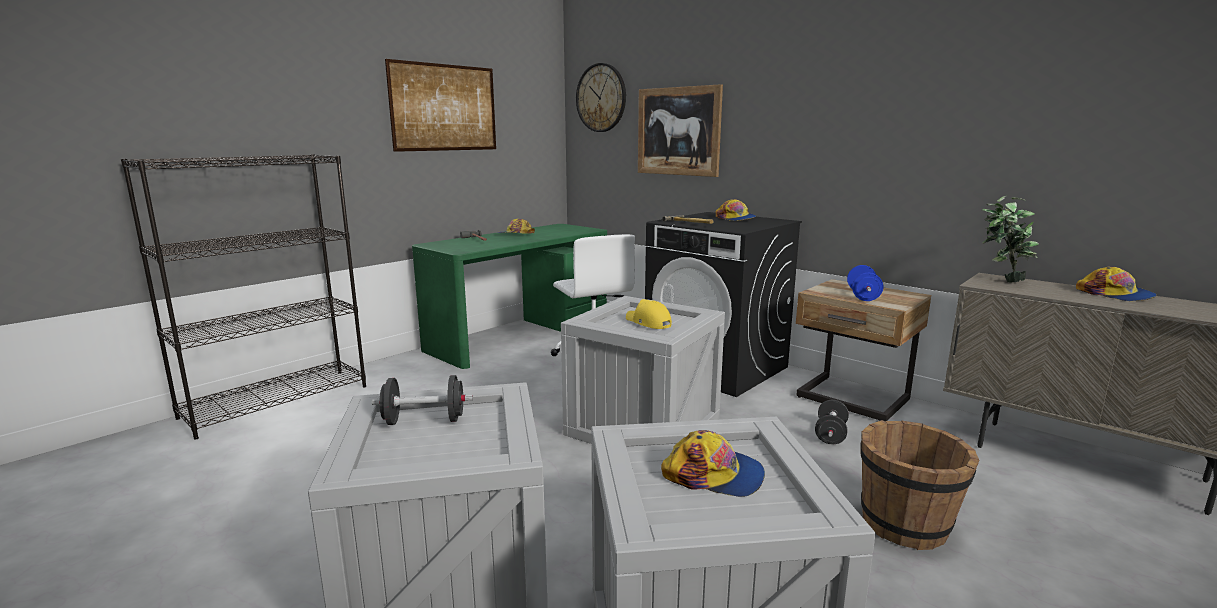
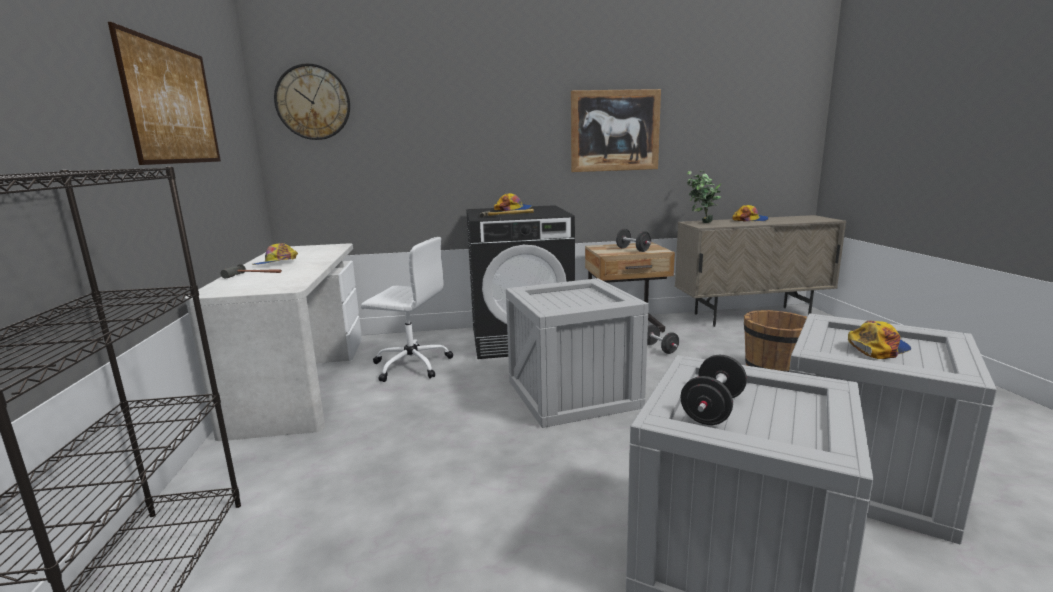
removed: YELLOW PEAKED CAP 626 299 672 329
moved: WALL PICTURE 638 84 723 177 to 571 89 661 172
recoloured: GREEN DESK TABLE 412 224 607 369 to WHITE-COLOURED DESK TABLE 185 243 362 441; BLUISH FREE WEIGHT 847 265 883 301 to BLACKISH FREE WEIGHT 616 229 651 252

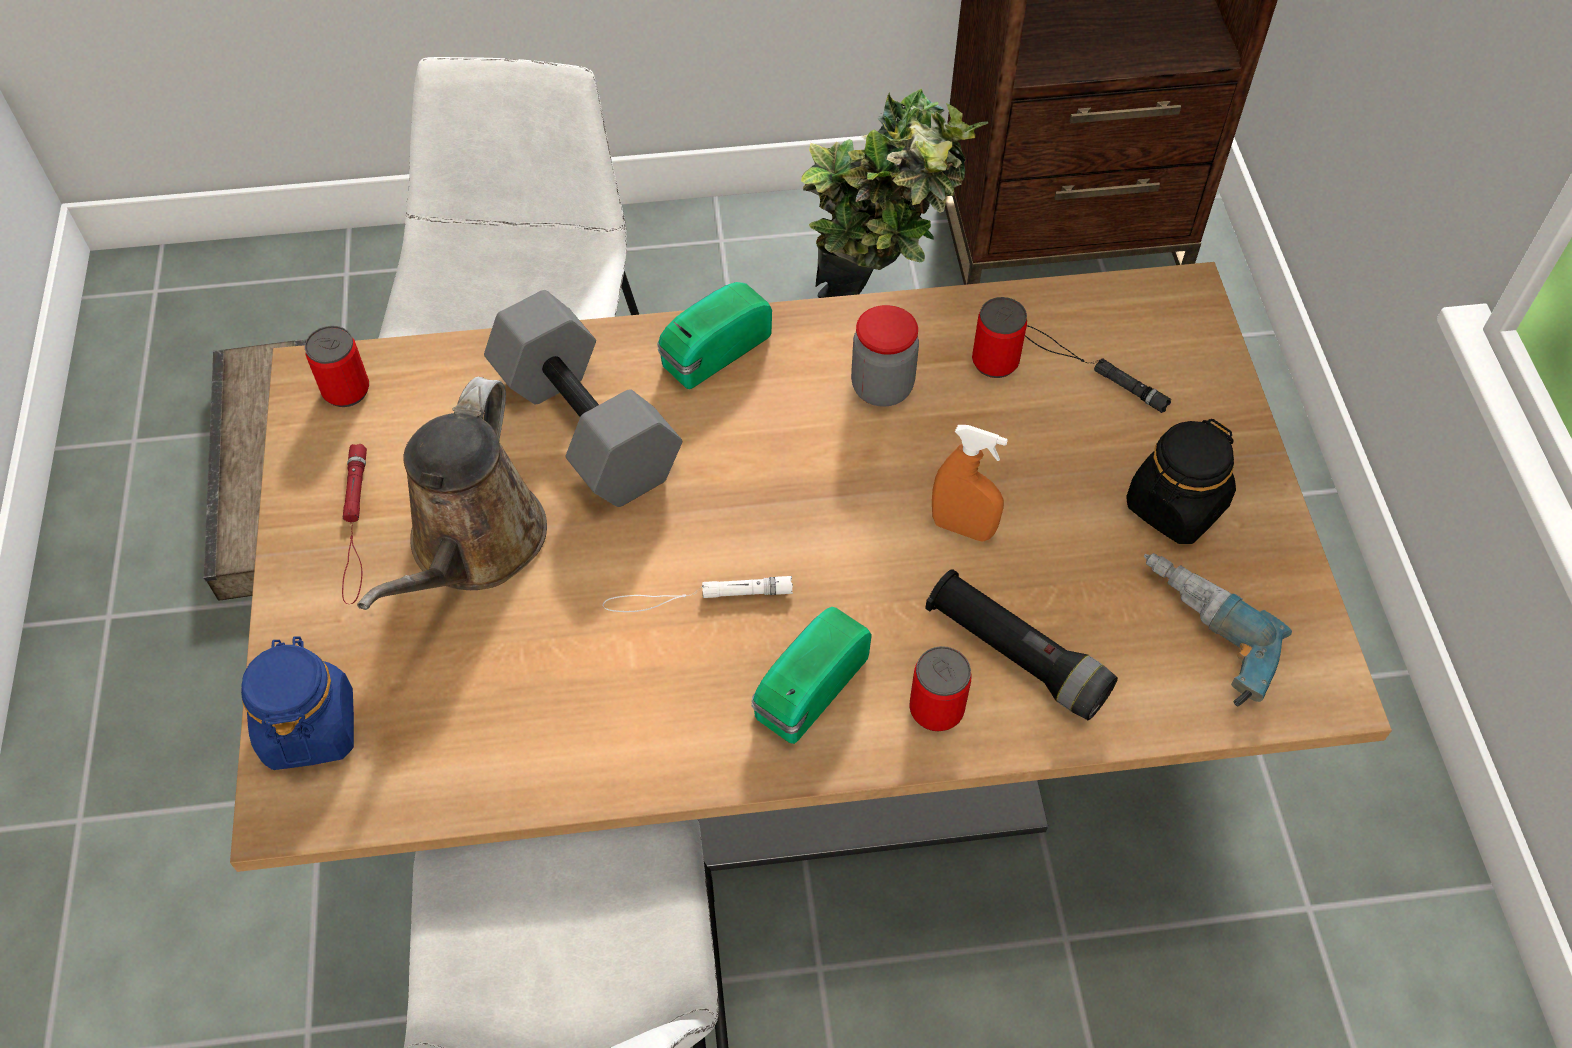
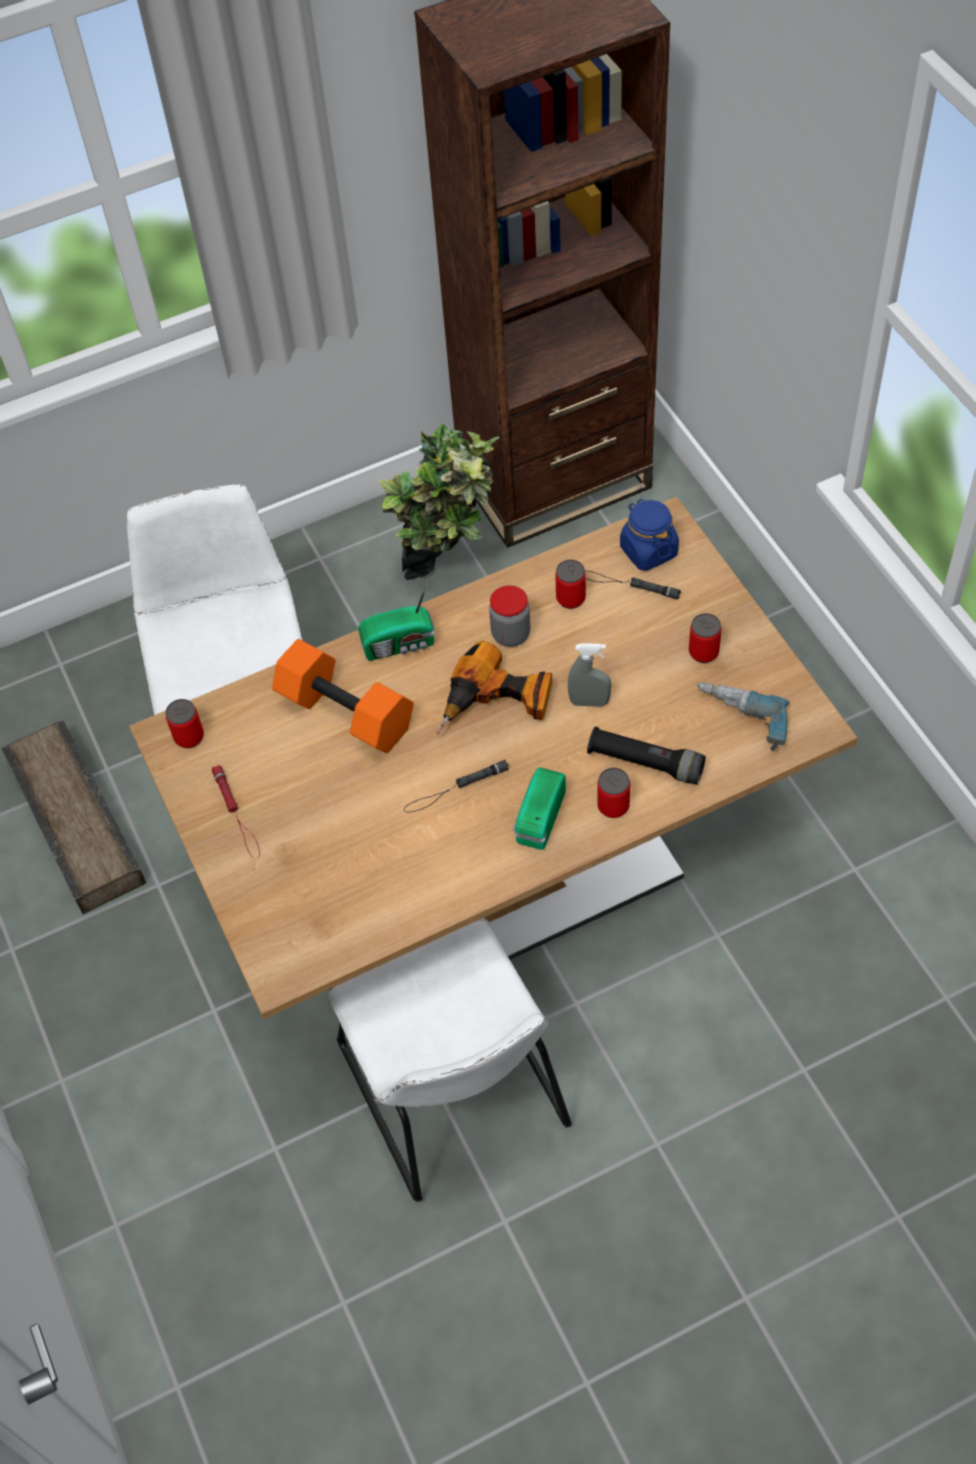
removed: BROWN-COLOURED SPRINKLING CAN 357 377 547 610
added: ELECTRIC DRILL 436 641 552 734
moved: BLUISH STORAGE JAR 241 637 354 770 to 620 499 679 571
replaced: BLACKISH STORAGE JAR 1126 419 1236 544 to METAL CAN 689 613 721 663
recoloured: GREYISH FREE WEIGHT 484 290 682 507 to ORANGE FREE WEIGHT 272 639 414 753; WHITE-COLOURED TORCH 603 576 793 612 to BLACKISH TORCH 404 760 509 813; ORANGE HAND SPRAYER 932 425 1008 542 to GREYISH HAND SPRAYER 568 643 611 707
turned: RADIO SET 657 282 772 389 = 358 579 435 661 135 degrees counterclockwise

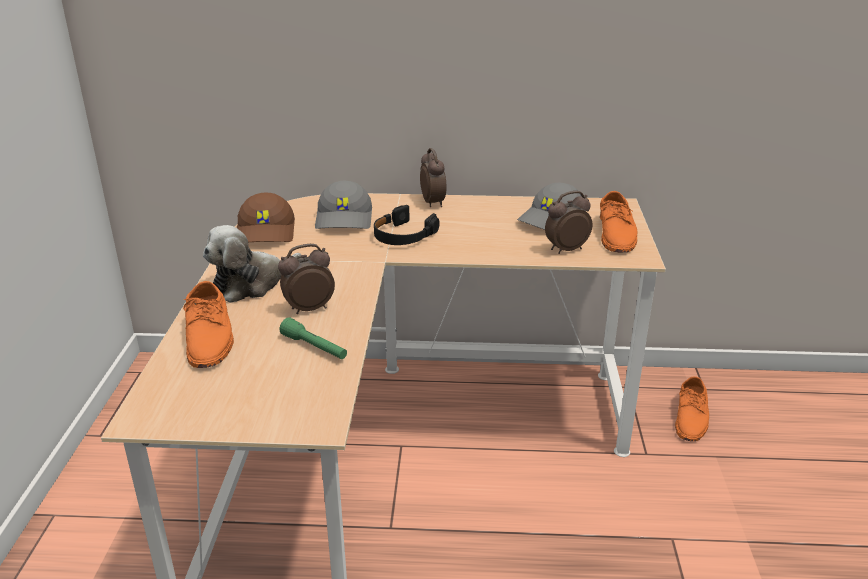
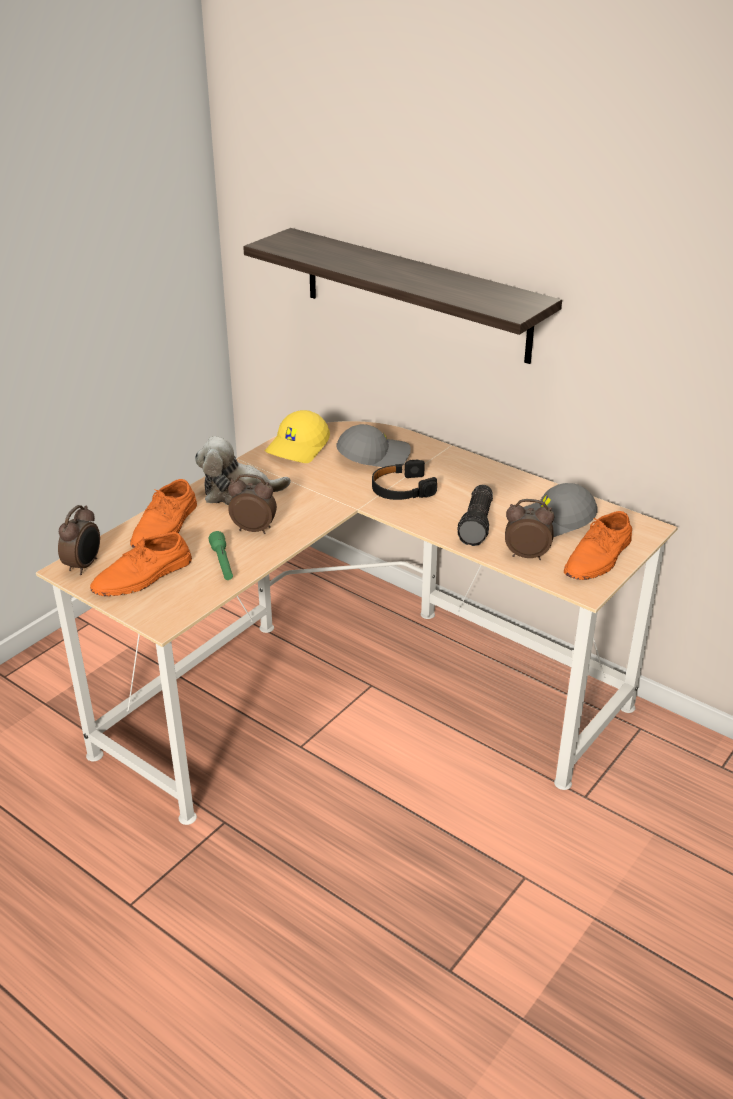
added: WALL SHELF 243 228 562 364; TORCH 457 485 493 546
moved: ALARM CLOCK 420 148 447 207 to 58 505 100 575; ORANGE ITEM OF FOOTWEAR 675 376 709 441 to 90 532 192 596
recoloured: BROWN-COLOURED PEAKED CAP 237 193 295 242 to YELLOW PEAKED CAP 265 410 330 463
turned: GREYISH PEAKED CAP 315 181 372 229 = 336 424 411 467 135 degrees counterclockwise

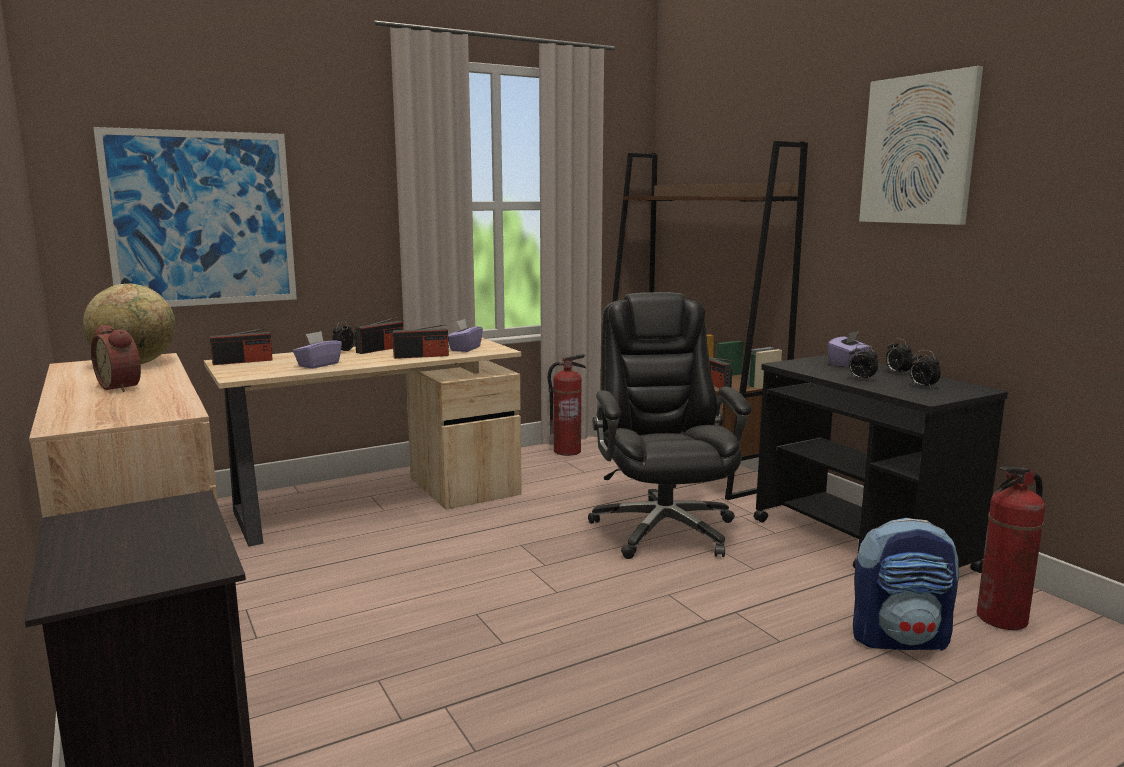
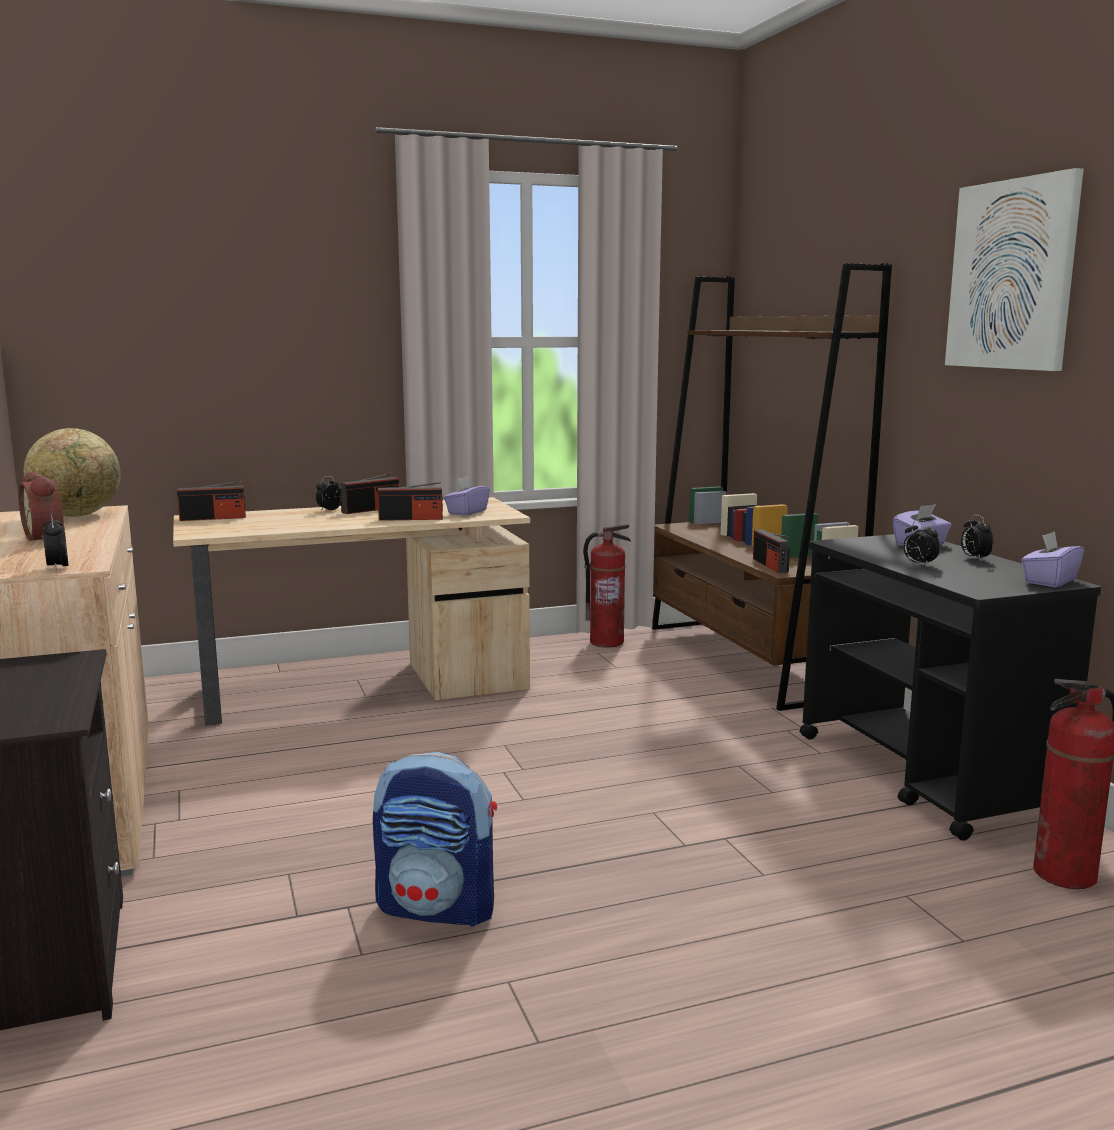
removed: WALL PICTURE 93 127 297 307; BLACKISH DESK CHAIR 588 292 752 559
moved: PURPLE-COLOURED BOX OF TISSUES 293 331 342 369 to 1021 531 1084 587; KNAPSACK 853 518 959 651 to 373 752 497 927; ALARM CLOCK 909 350 941 389 to 43 513 69 570

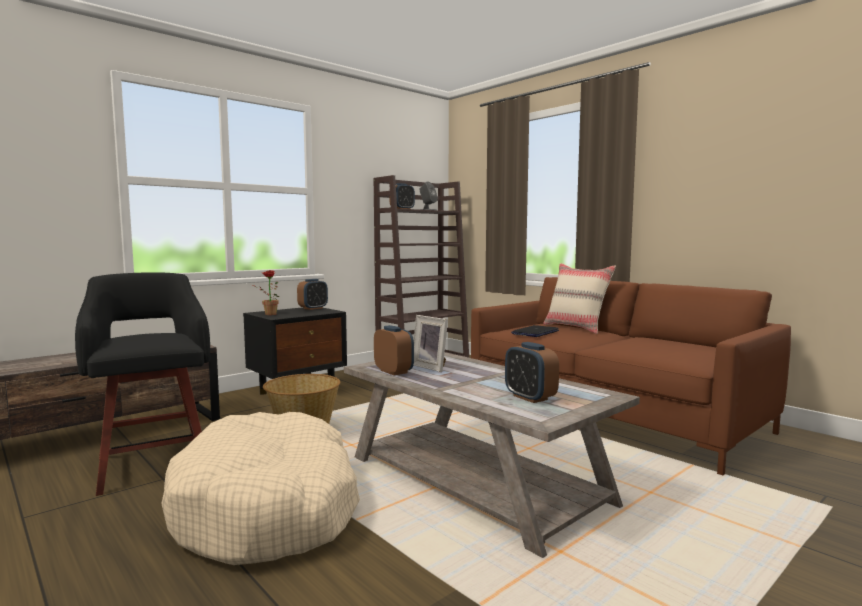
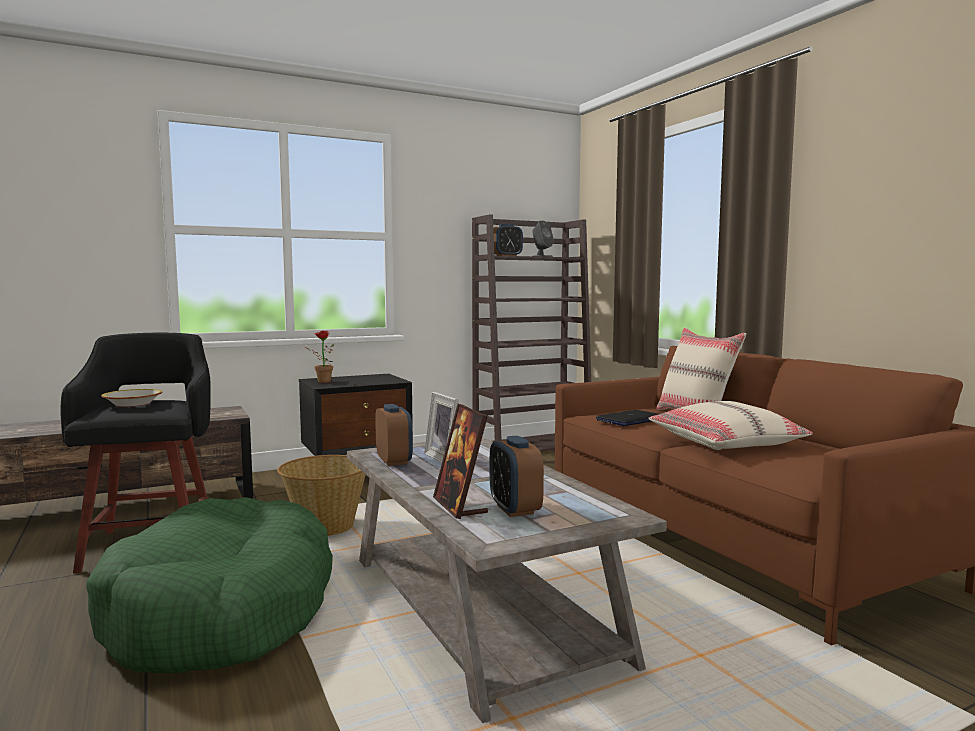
removed: ALARM CLOCK 297 279 328 310
added: BOWL 101 389 162 407; STANDING FRAME 433 404 488 519; BEIGE-COLOURED CUSHION 648 401 813 450
recoloured: BEIGE-COLOURED PET BED 161 412 360 565 to GREEN PET BED 86 497 333 673

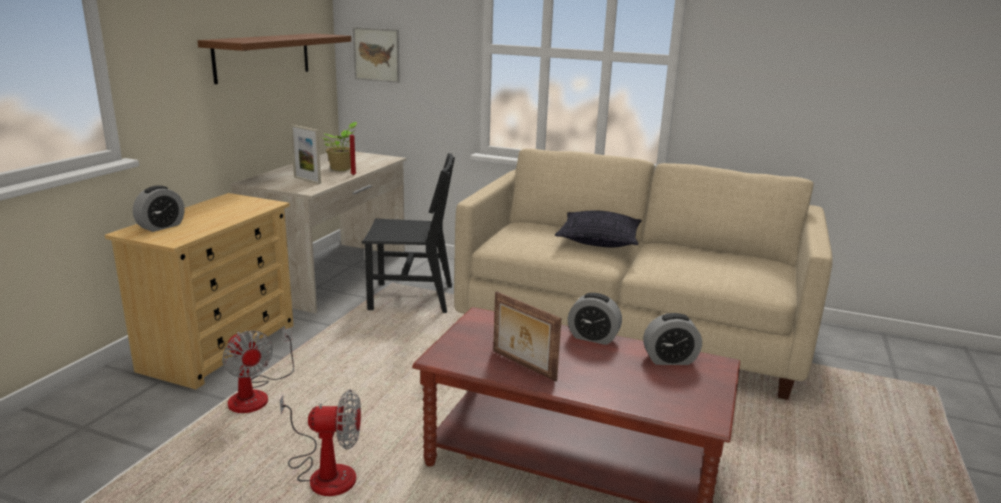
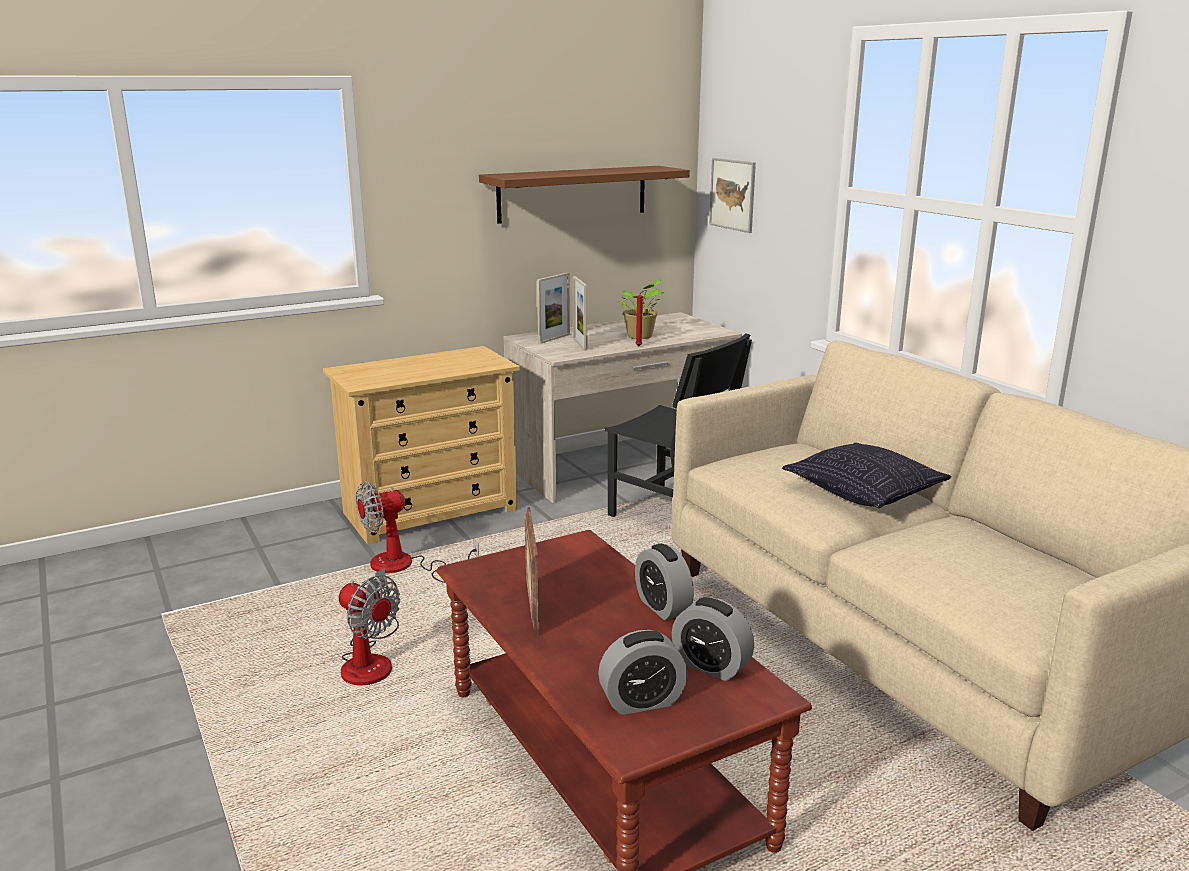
added: STANDING FRAME 537 273 570 344
moved: ALARM CLOCK 133 185 185 232 to 598 630 688 715
turned: FAN 222 328 294 413 = 356 481 479 583 60 degrees clockwise

